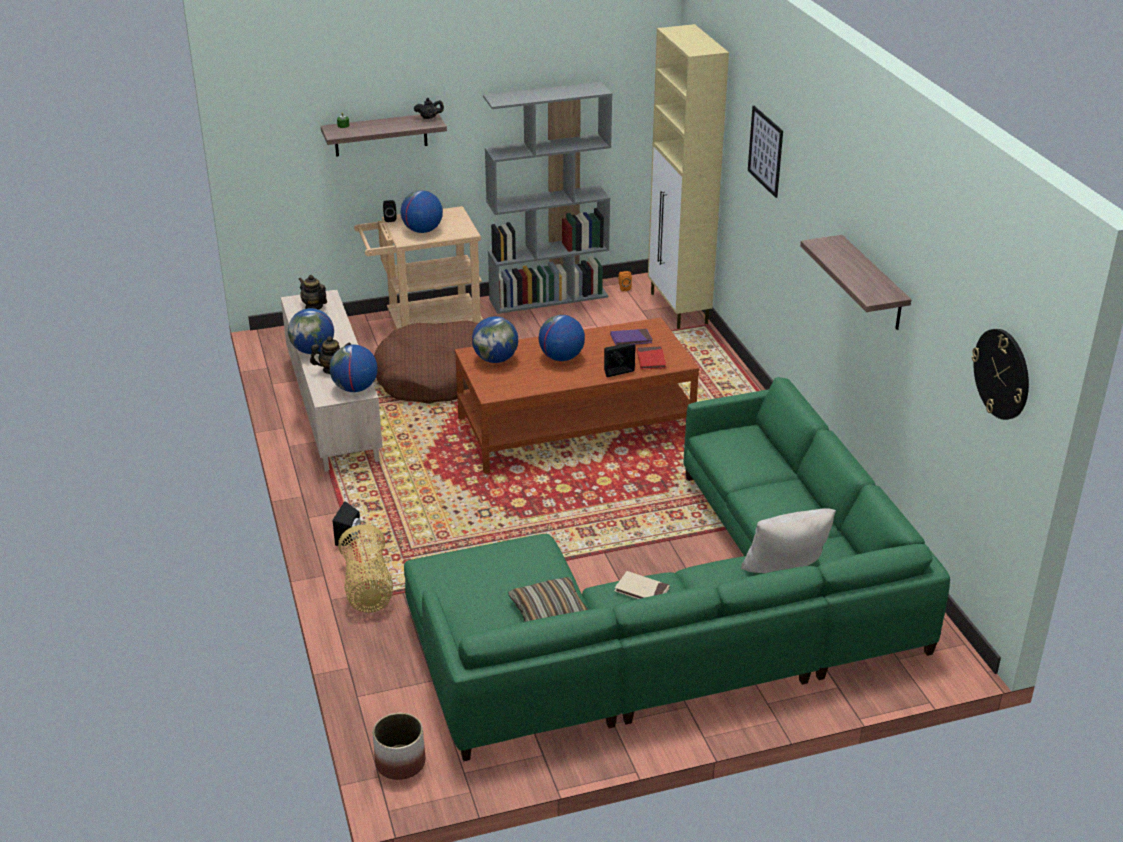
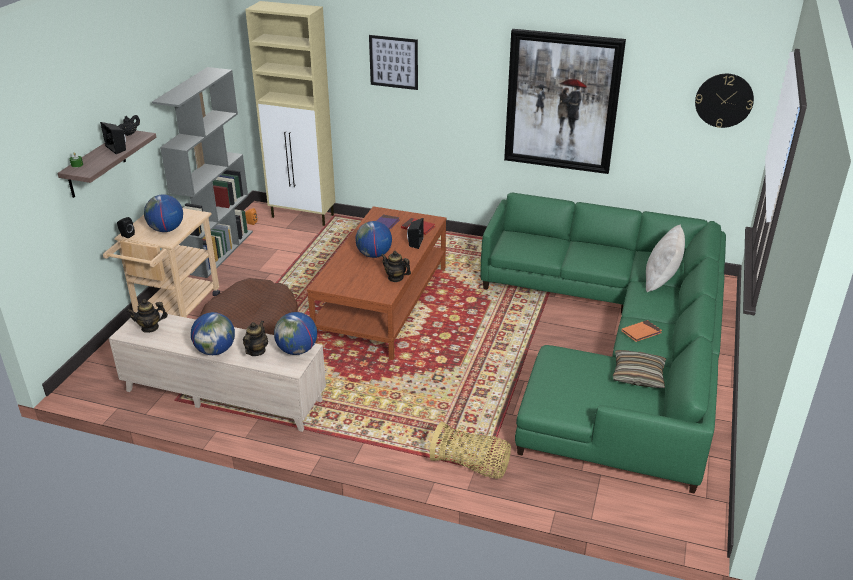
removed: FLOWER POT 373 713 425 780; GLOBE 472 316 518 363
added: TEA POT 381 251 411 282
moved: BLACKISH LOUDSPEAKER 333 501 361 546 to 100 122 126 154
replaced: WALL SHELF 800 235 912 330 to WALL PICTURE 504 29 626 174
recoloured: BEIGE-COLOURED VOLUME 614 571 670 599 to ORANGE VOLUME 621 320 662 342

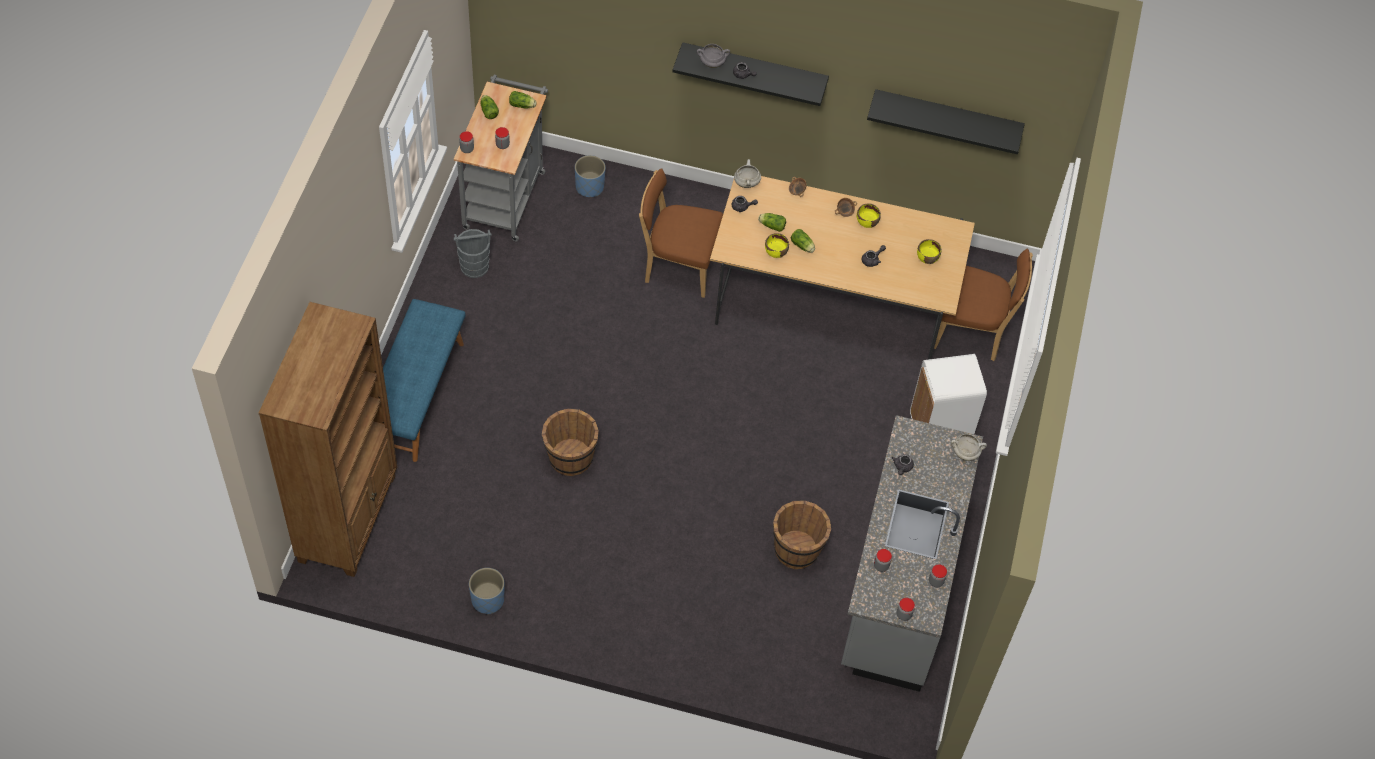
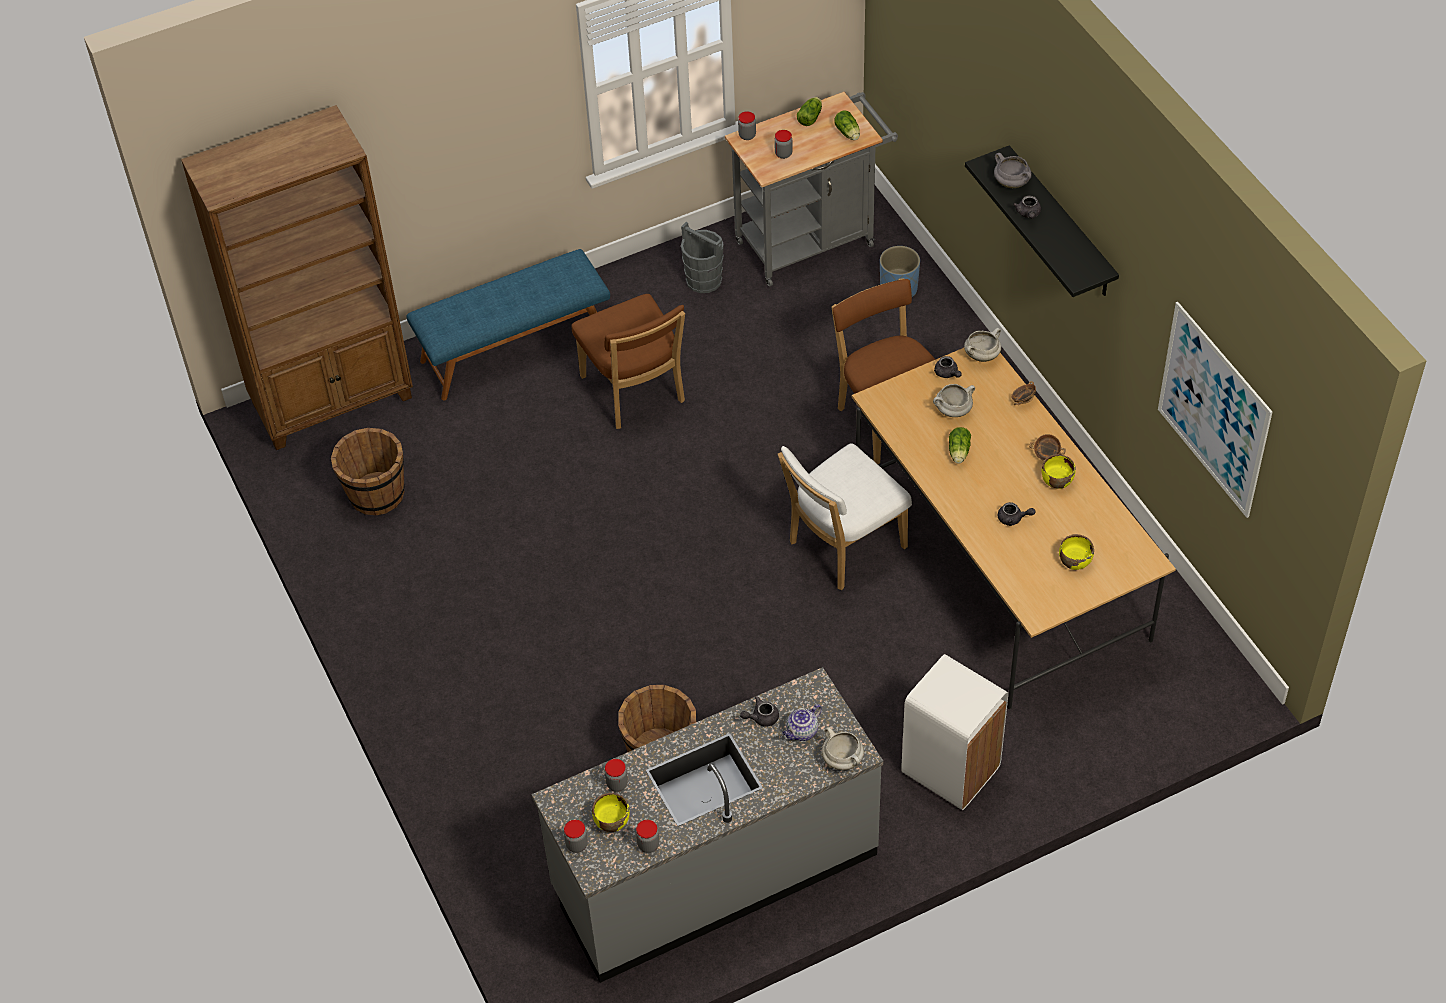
removed: BLUISH FLOWER POT 469 568 504 614
added: WHITE-COLOURED UPRIGHT CHAIR 778 443 912 590; TEA POT 783 704 822 741
moved: BROWN-COLOURED BUCKET 542 408 599 476 to 331 428 405 515; YELLOW BOWL 765 233 789 258 to 592 793 630 832; BROWN-COLOURED UPRIGHT CHAIR 934 249 1033 361 to 572 294 685 429
replaced: LETTUCE 758 213 786 232 to WHITE-COLOURED SAUCEPOT 933 384 975 417; BLACKISH WALL SHELF 867 89 1025 154 to WALL PICTURE 1158 302 1272 518

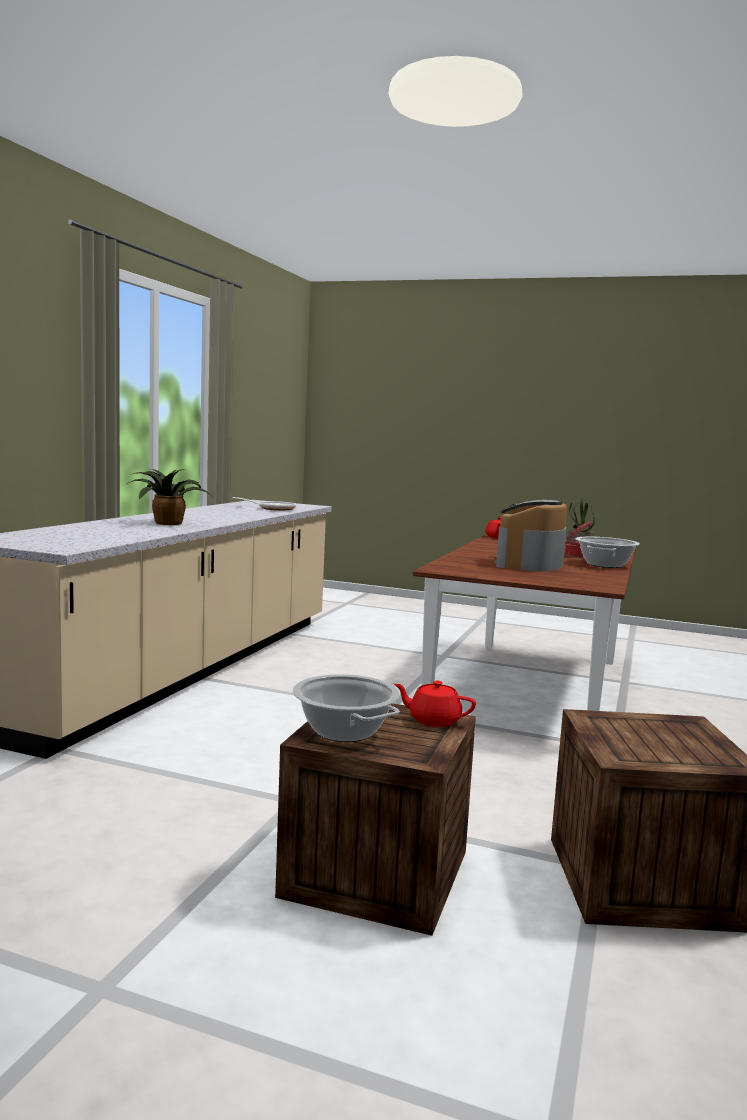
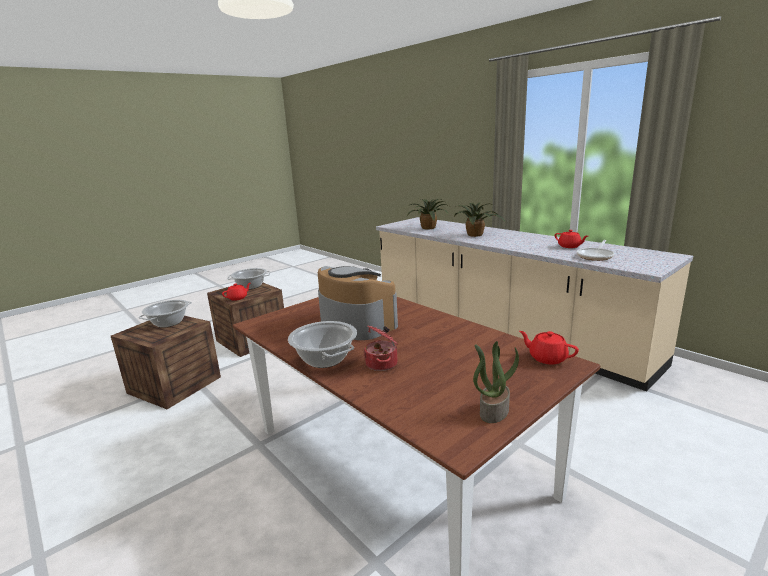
added: SAUCEPOT 139 300 192 328; POTTED PLANT 407 199 449 229; RED-COLOURED TEA POT 555 230 588 248

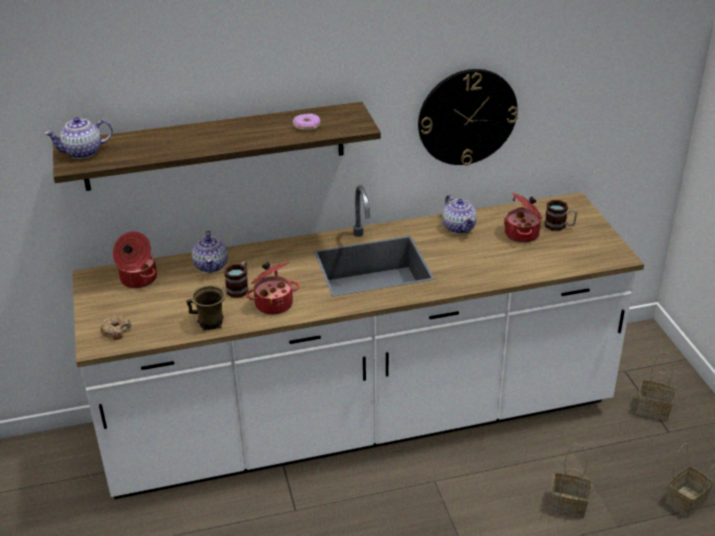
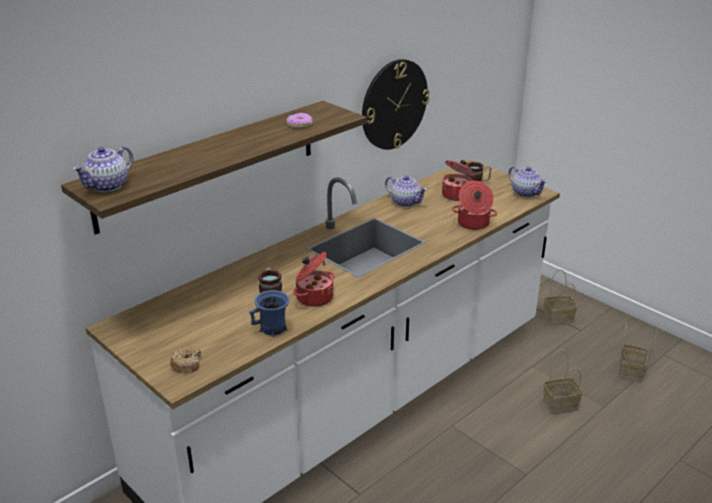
moved: SAUCEPOT 113 231 157 288 to 452 181 498 230; TEA POT 192 231 228 273 to 508 166 548 198
recoloured: BROWN-COLOURED COFFEE MUG 186 285 226 331 to BLUISH COFFEE MUG 249 290 290 337

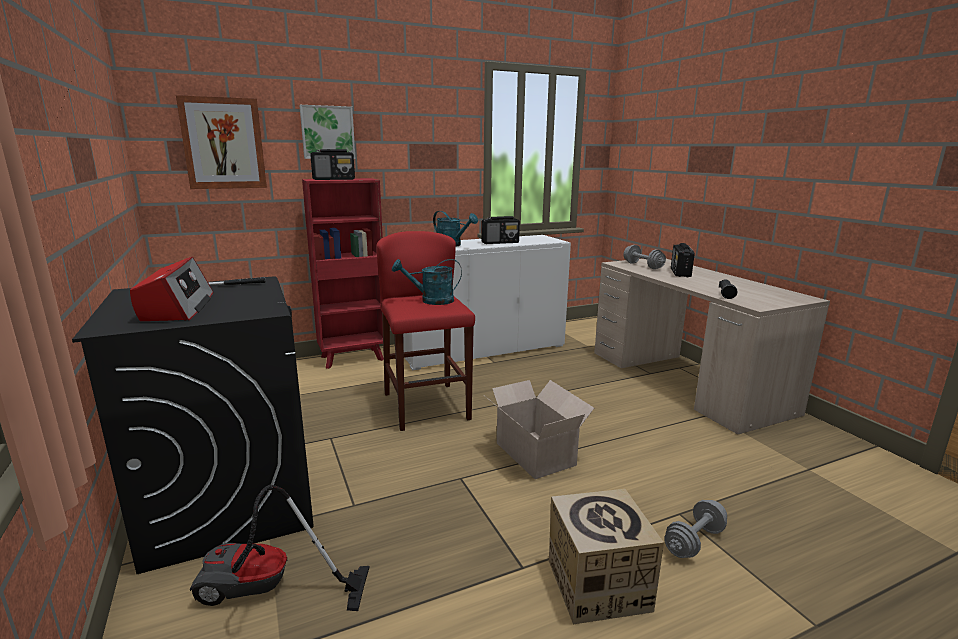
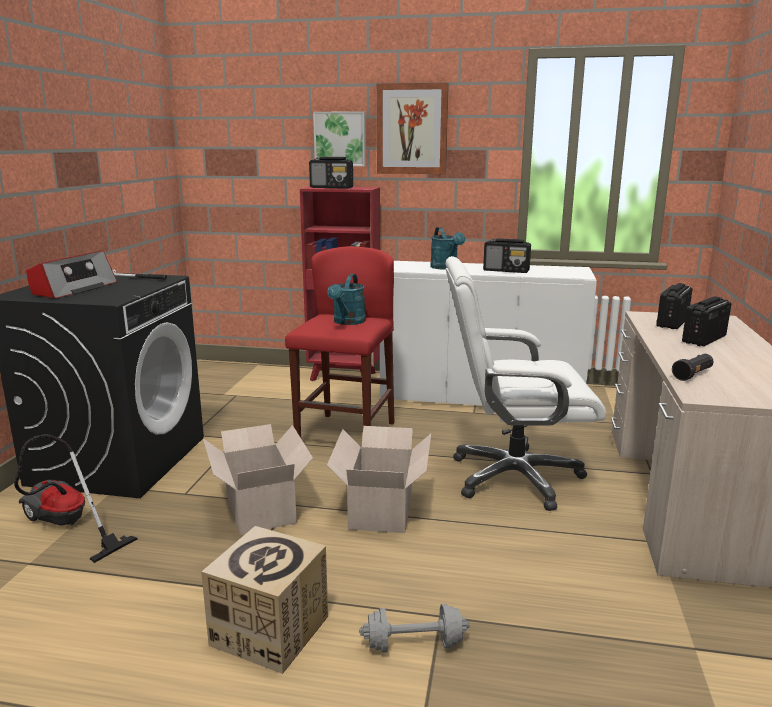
added: PACKING BOX 203 424 313 535; WHITE-COLOURED DESK CHAIR 445 256 606 511
moved: WALL PICTURE 176 95 267 189 to 377 83 449 174
replaced: GREYISH FREE WEIGHT 623 245 666 269 to RADIO SET 656 283 693 329
turned: BLUE-GREEN SPRINKLING CAN 392 259 462 305 = 327 274 366 325 105 degrees counterclockwise

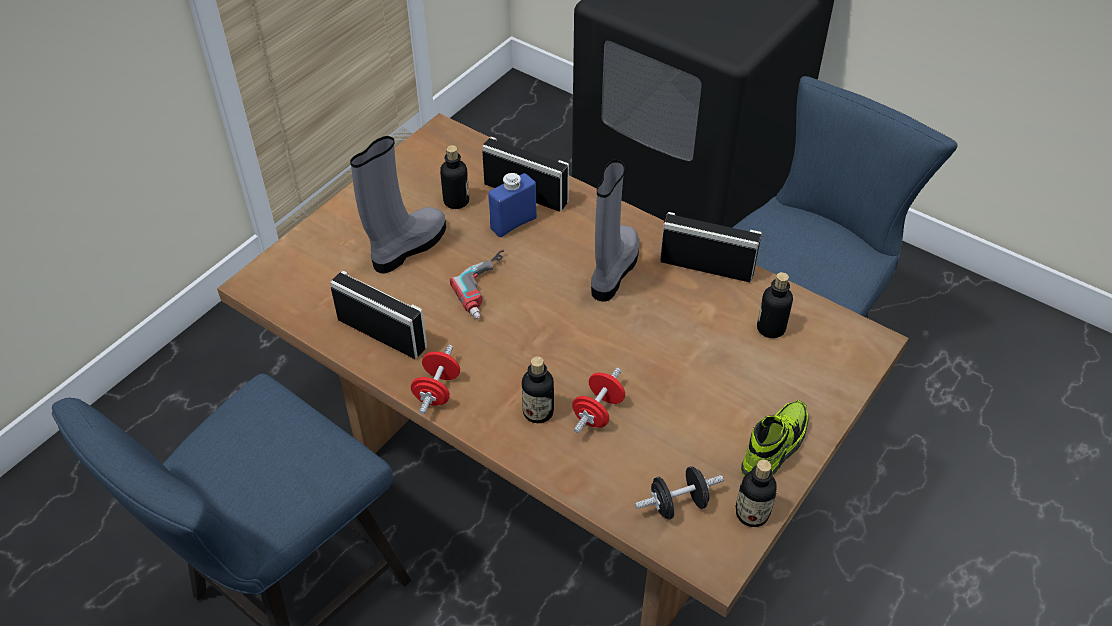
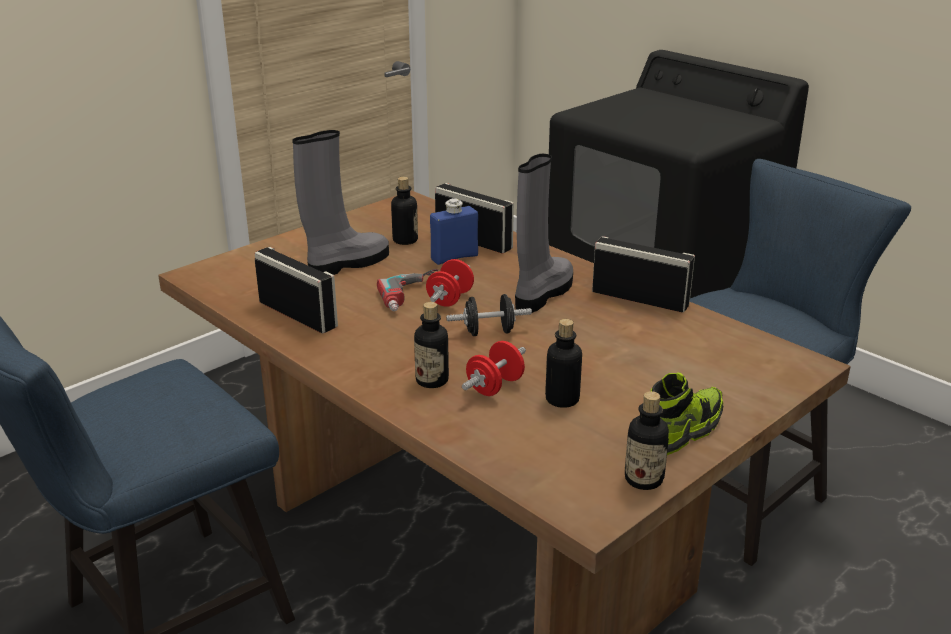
moved: RED-COLOURED FREE WEIGHT 411 345 460 414 to 426 259 474 307; BLACKISH FREE WEIGHT 635 466 724 520 to 446 294 532 336; BOTTLE 757 272 793 338 to 545 319 582 408

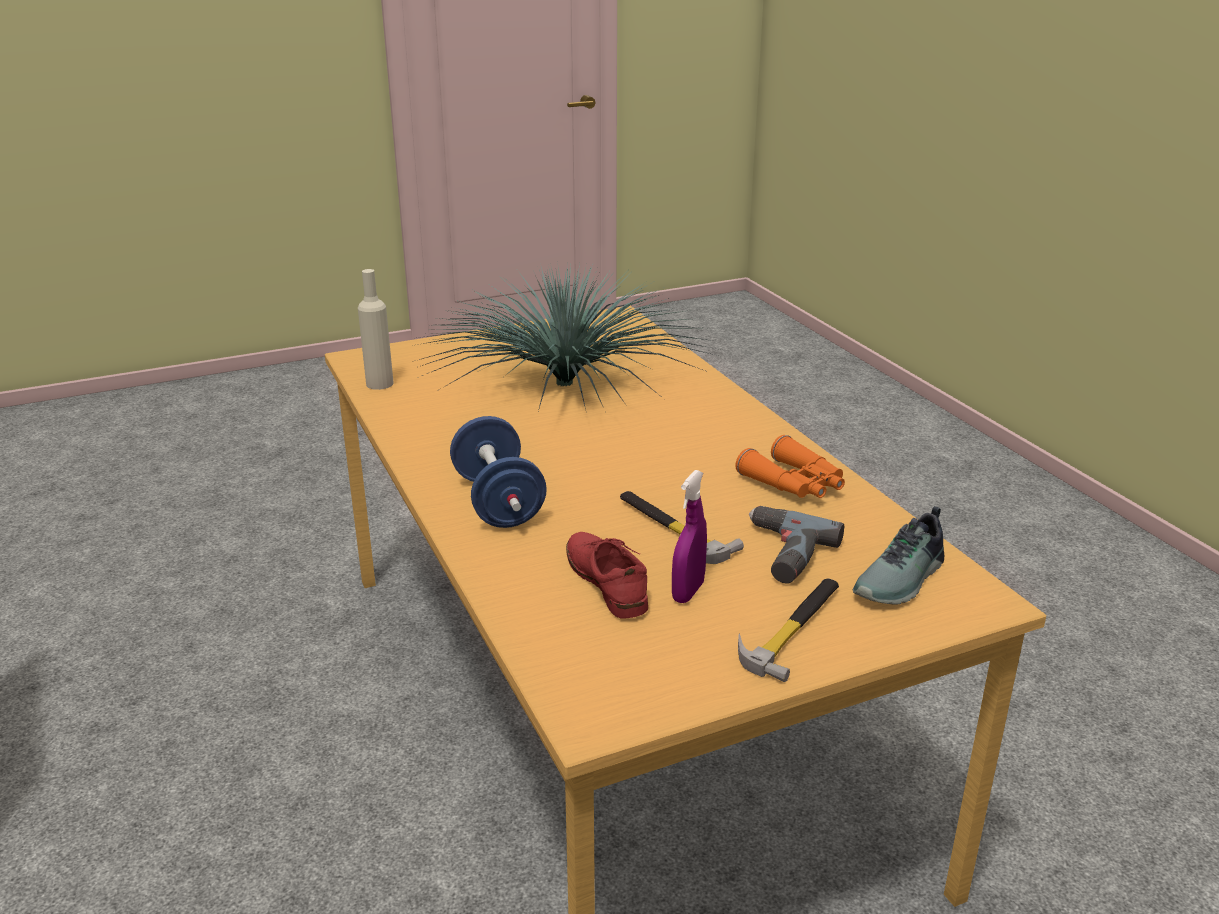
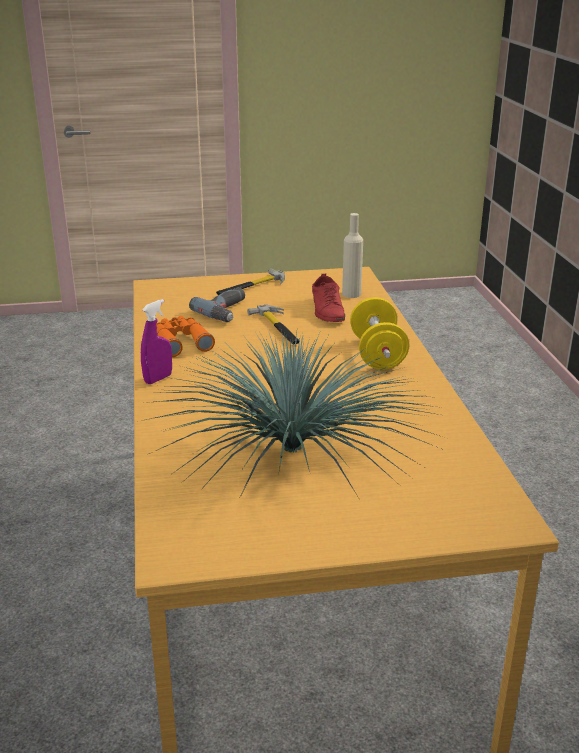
removed: ITEM OF FOOTWEAR 853 506 944 604
moved: BEIGE-COLOURED BOTTLE 358 269 394 390 to 342 213 363 298; PURPLE-COLOURED HAND SPRAYER 672 470 707 603 to 141 299 172 384
recoloured: BLUISH FREE WEIGHT 450 416 547 528 to YELLOW FREE WEIGHT 350 297 409 370

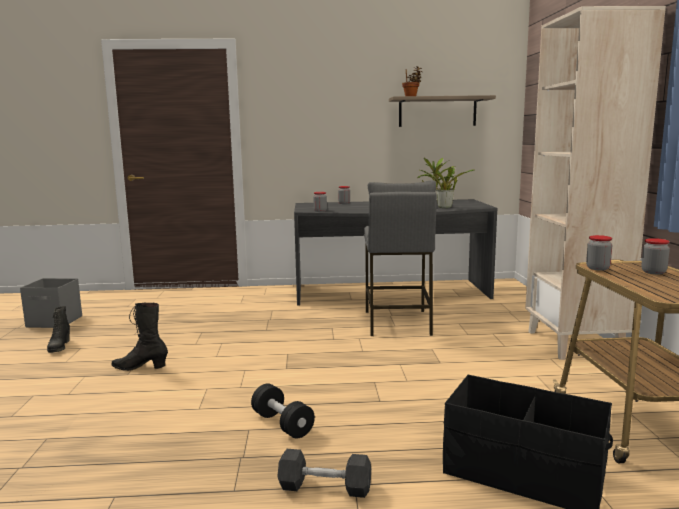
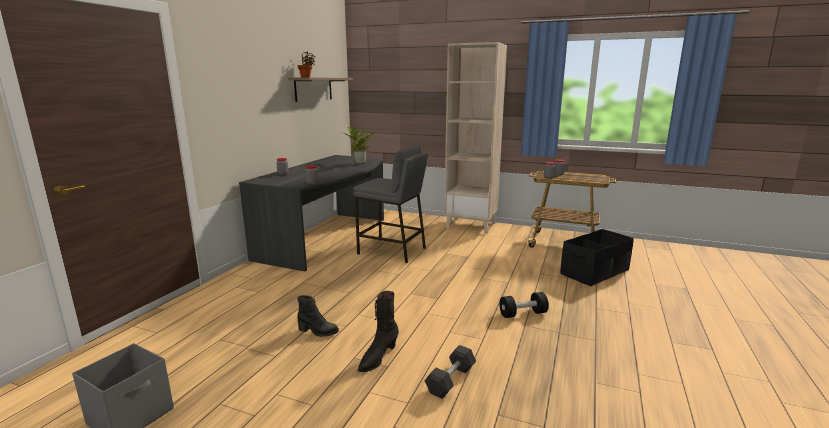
moved: BLACKISH BOOT 47 306 70 353 to 297 295 339 337; GREYISH FREE WEIGHT 277 449 371 498 to 425 345 476 399

